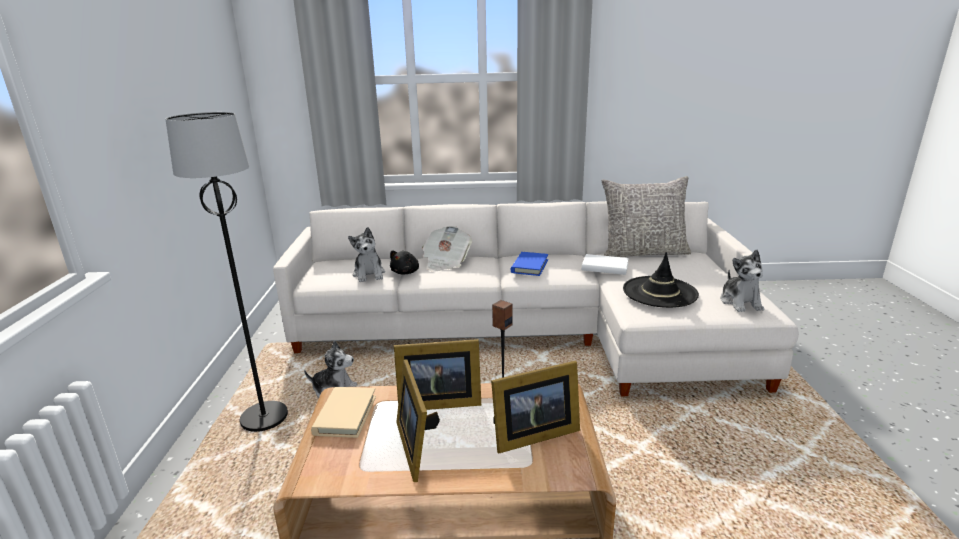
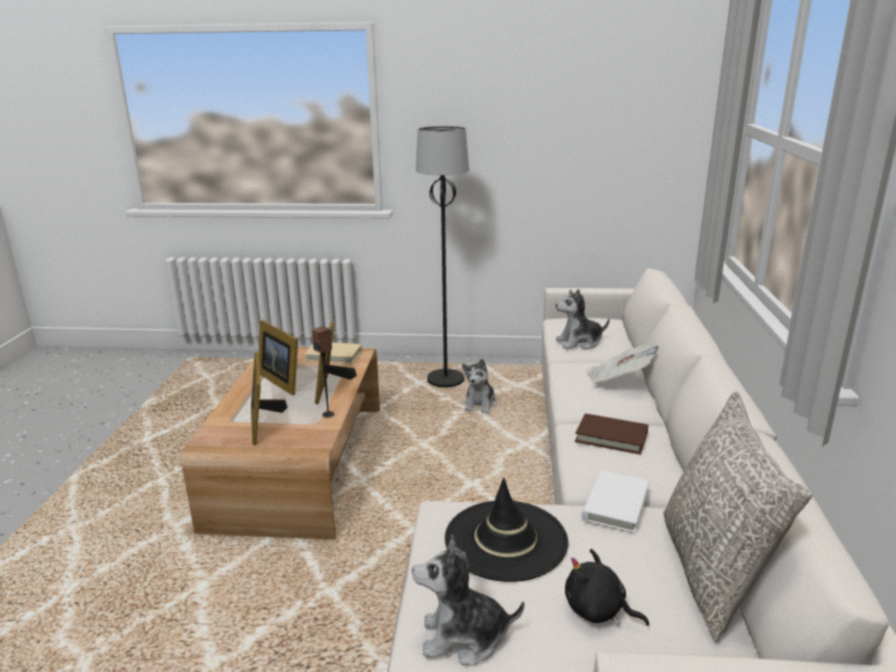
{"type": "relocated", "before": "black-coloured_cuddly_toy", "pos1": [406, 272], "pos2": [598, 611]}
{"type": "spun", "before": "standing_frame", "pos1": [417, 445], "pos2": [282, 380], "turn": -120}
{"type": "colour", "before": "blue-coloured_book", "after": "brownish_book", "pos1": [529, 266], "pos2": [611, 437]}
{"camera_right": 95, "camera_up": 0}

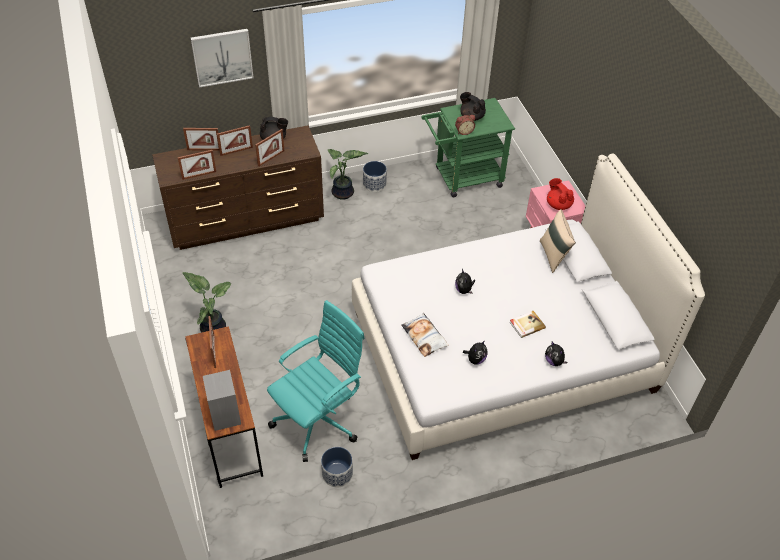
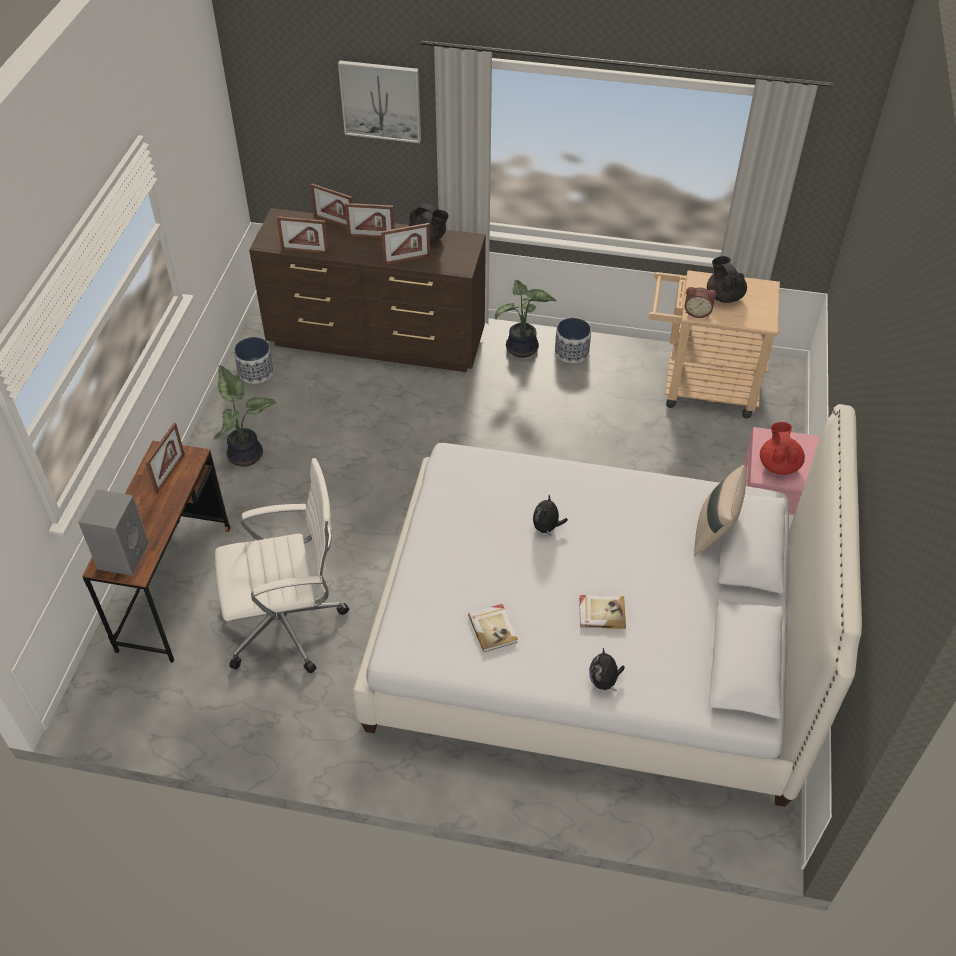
{"type": "colour", "before": "turquoise_office_chair", "after": "whitish_office_chair", "pos1": [319, 420], "pos2": [287, 624]}
{"type": "relocated", "before": "flower_pot", "pos1": [337, 474], "pos2": [255, 372]}
{"type": "missing", "before": "cushion", "pos1": [424, 337]}
{"type": "colour", "before": "greenish_wheeled_cart", "after": "sand-coloured_wheeled_cart", "pos1": [463, 178], "pos2": [700, 387]}
{"type": "exchanged", "before": "cuddly_toy", "after": "book", "pos1": [475, 359], "pos2": [493, 628]}
{"camera_right": 30, "camera_up": 0}

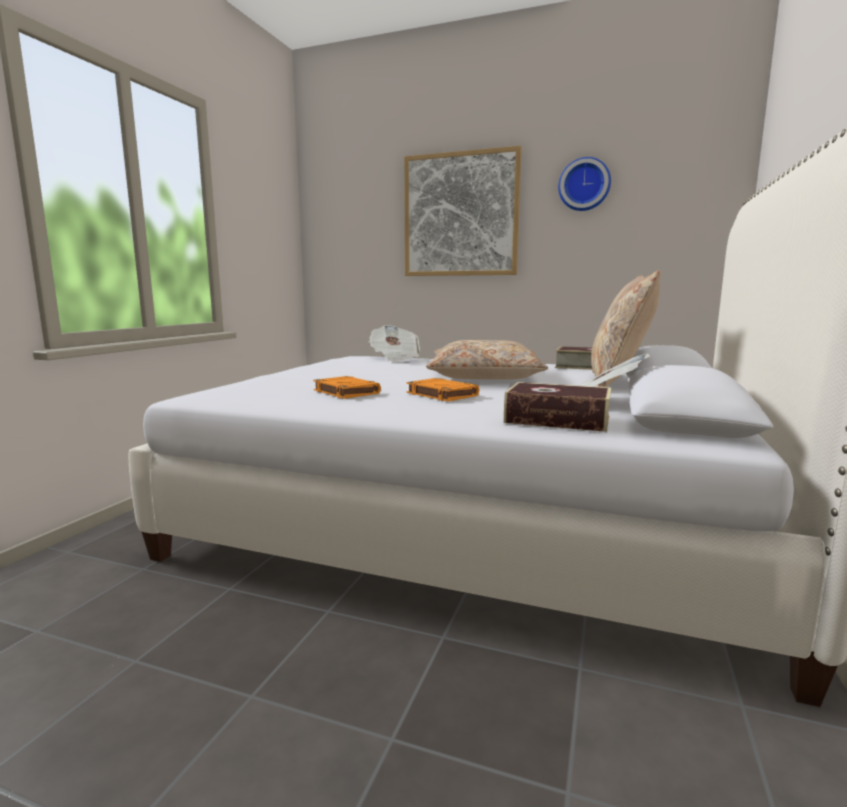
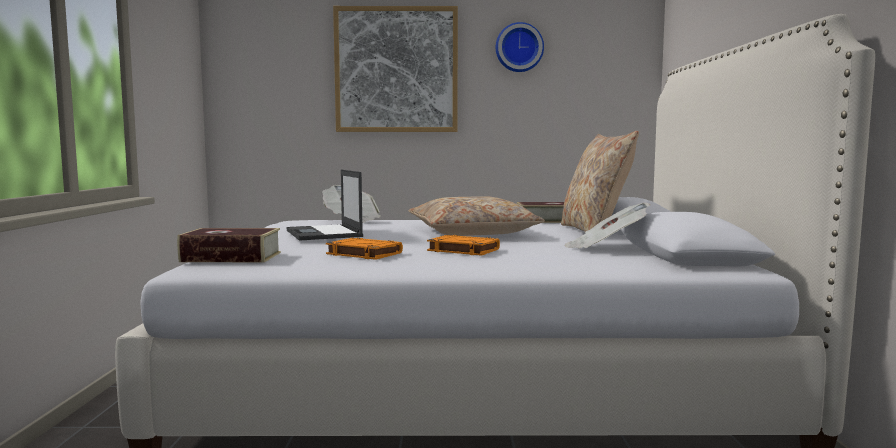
{"type": "relocated", "before": "book", "pos1": [557, 419], "pos2": [231, 257]}
{"type": "appeared", "after": "laptop", "pos2": [324, 233]}
{"camera_right": -20, "camera_up": -5}

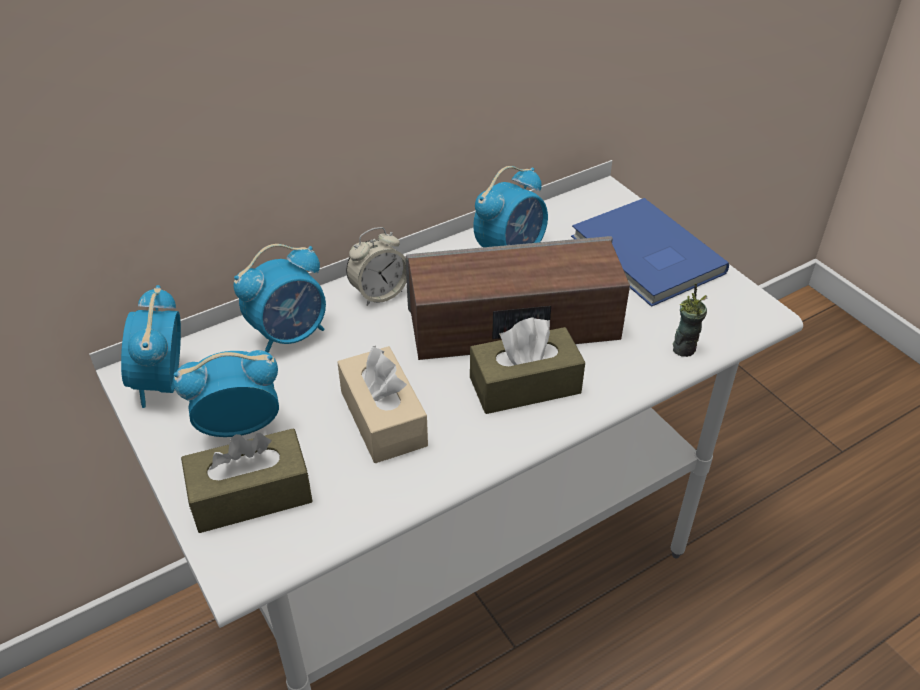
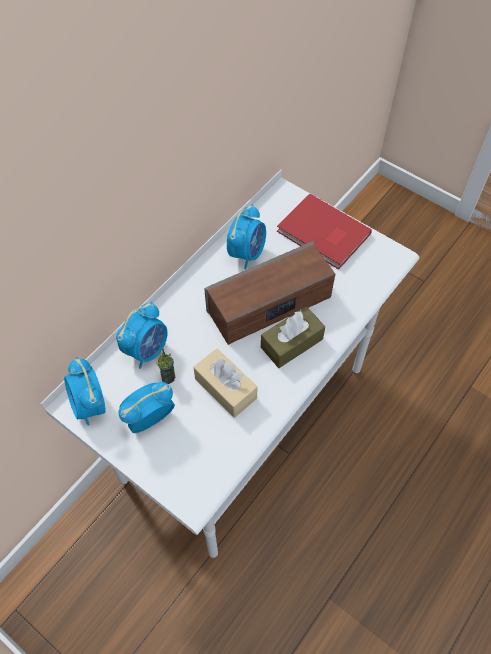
{"type": "missing", "before": "brownish_tissue_holder", "pos1": [251, 495]}
{"type": "missing", "before": "table_clock", "pos1": [379, 293]}
{"type": "colour", "before": "blue-coloured_book", "after": "red_book", "pos1": [645, 257], "pos2": [323, 234]}
{"type": "relocated", "before": "cup", "pos1": [684, 348], "pos2": [168, 377]}
{"camera_right": -20, "camera_up": 15}

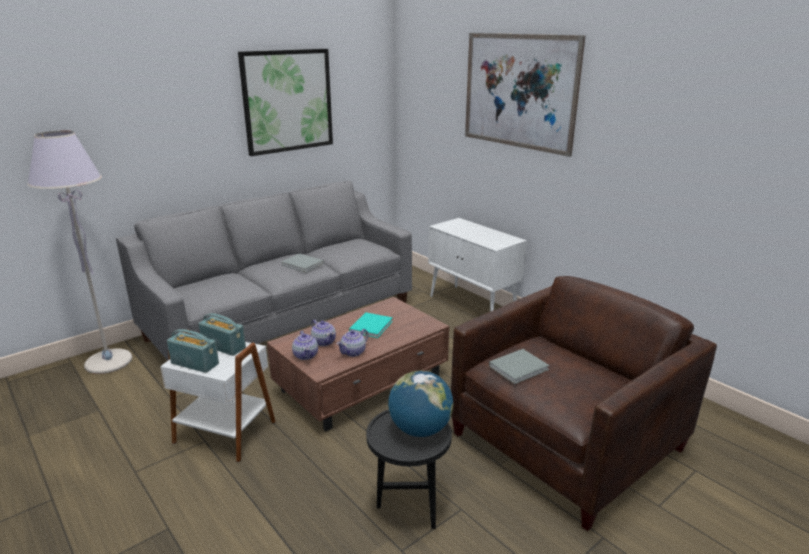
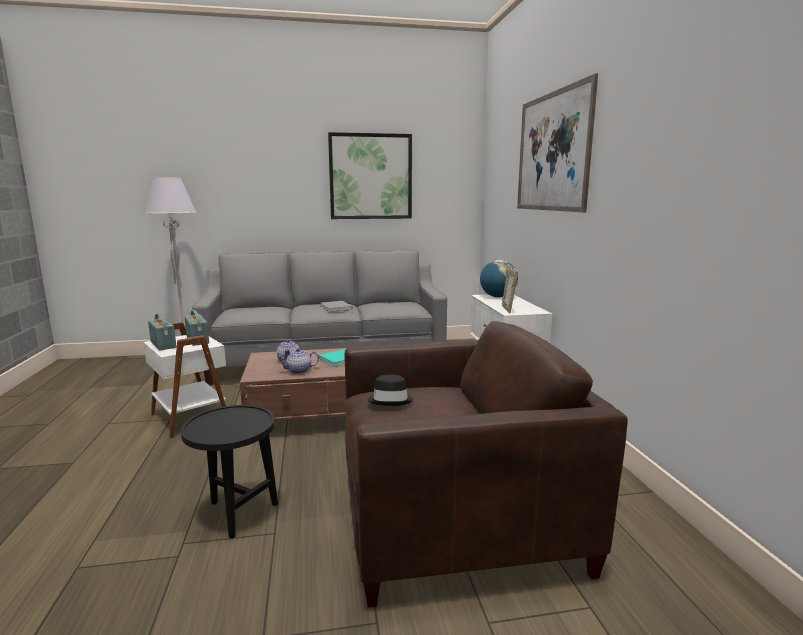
{"type": "missing", "before": "teapot", "pos1": [306, 355]}
{"type": "relocated", "before": "world_globe", "pos1": [420, 429], "pos2": [497, 297]}
{"type": "exchanged", "before": "greyish_book", "after": "black-coloured_wearable_hat", "pos1": [519, 367], "pos2": [390, 400]}
{"type": "appeared", "after": "standing_frame", "pos2": [508, 309]}
{"camera_right": 30, "camera_up": -10}

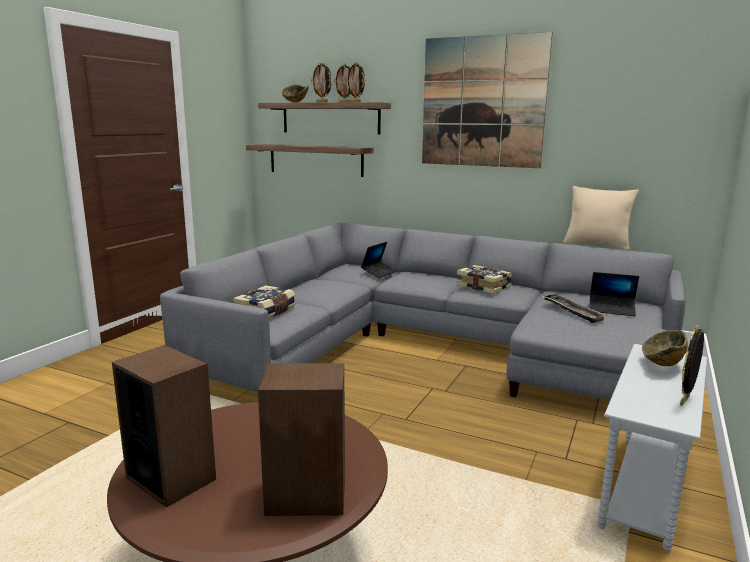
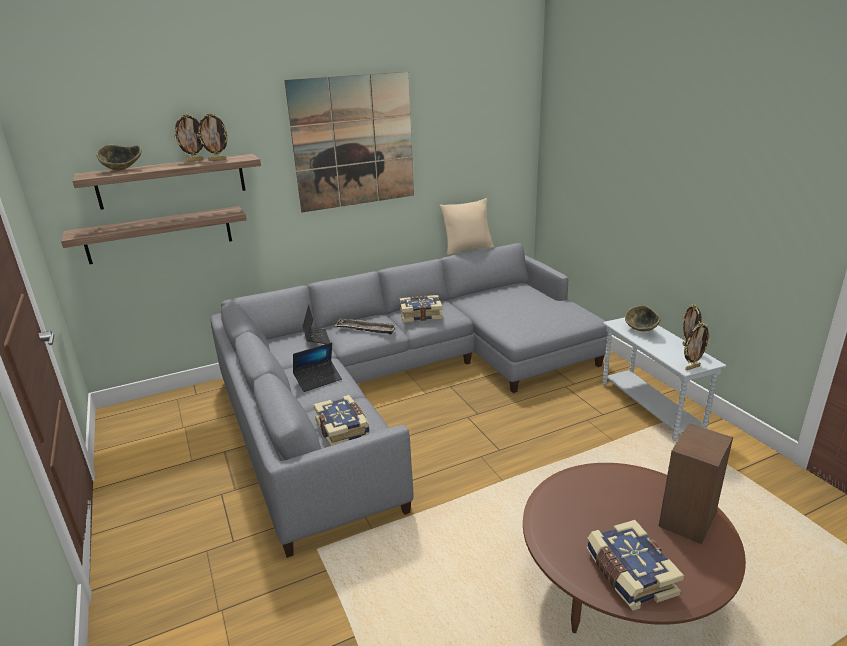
{"type": "exchanged", "before": "speaker", "after": "book", "pos1": [171, 478], "pos2": [629, 575]}
{"type": "relocated", "before": "standing_frame", "pos1": [322, 102], "pos2": [692, 367]}
{"type": "relocated", "before": "carrying_tray", "pos1": [572, 311], "pos2": [366, 329]}
{"type": "relocated", "before": "laptop", "pos1": [611, 309], "pos2": [318, 380]}
{"camera_right": -50, "camera_up": 10}

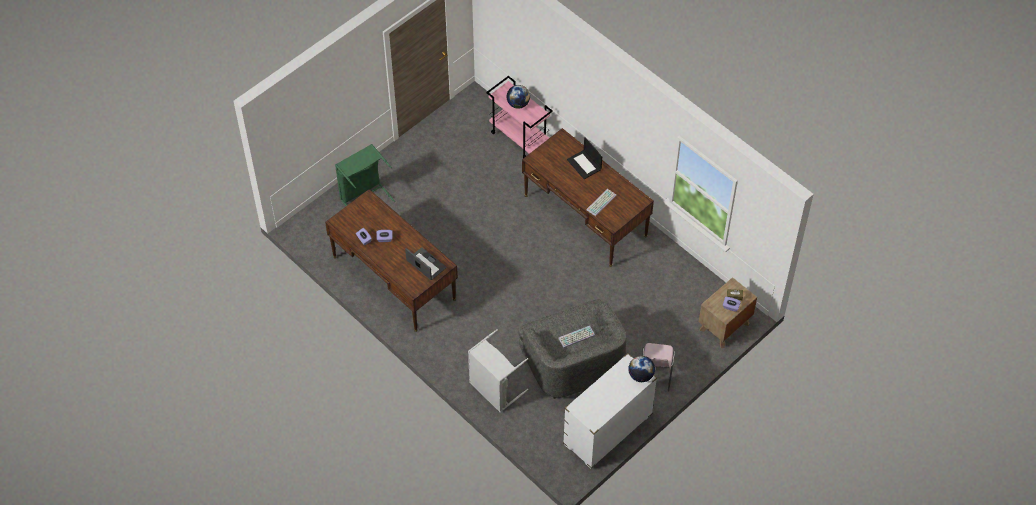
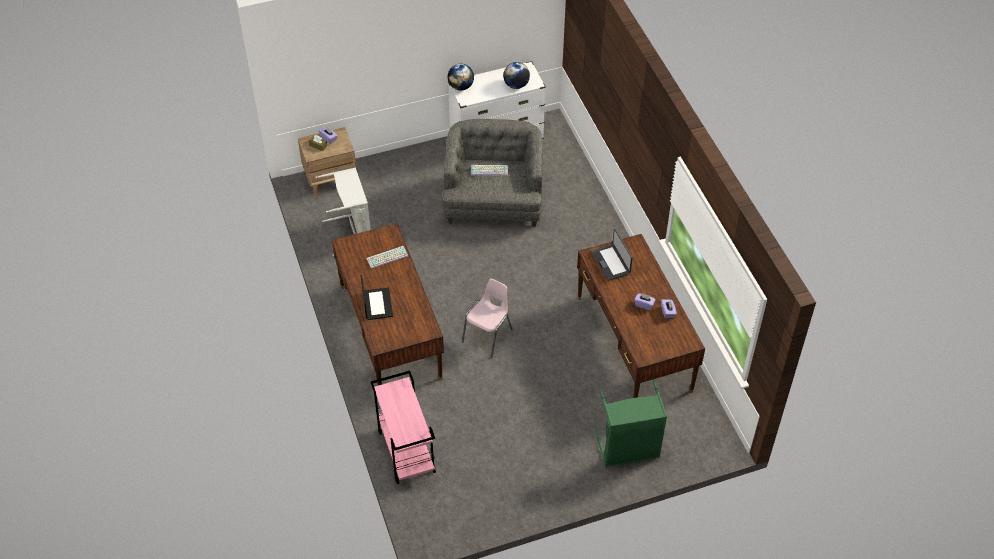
{"type": "relocated", "before": "greyish_laundry_basket", "pos1": [494, 390], "pos2": [353, 233]}
{"type": "relocated", "before": "world_globe", "pos1": [518, 104], "pos2": [516, 85]}
{"type": "relocated", "before": "pinkish_chair", "pos1": [655, 374], "pos2": [488, 336]}
{"camera_right": -155, "camera_up": -5}

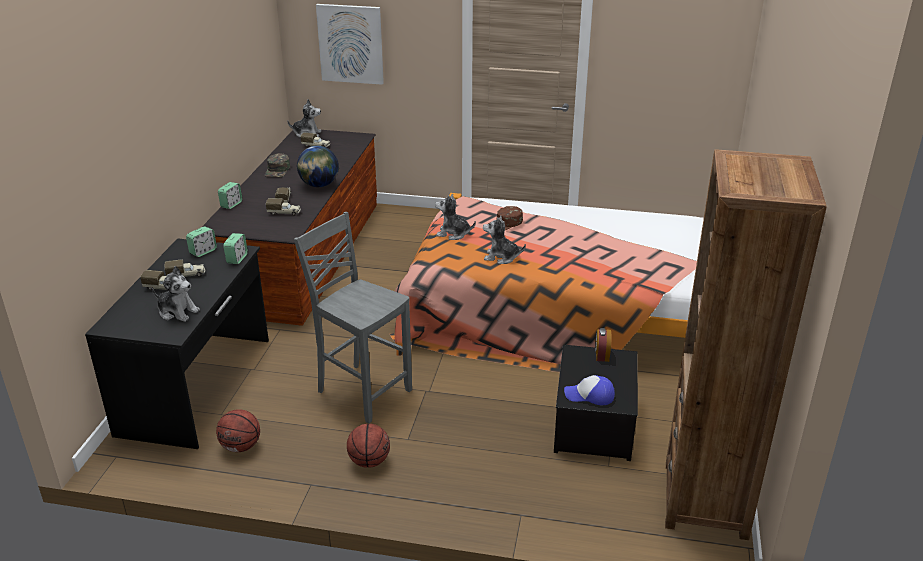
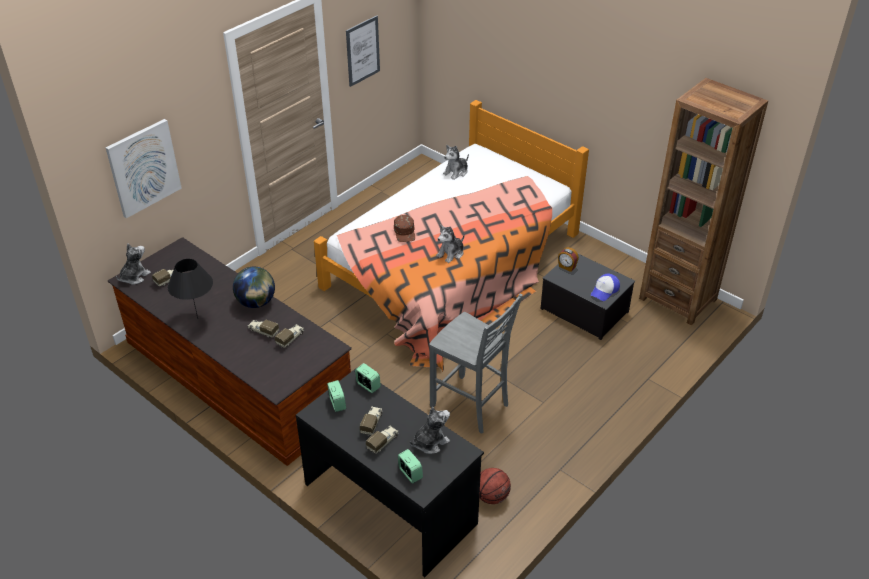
{"type": "relocated", "before": "table_clock", "pos1": [231, 204], "pos2": [410, 474]}
{"type": "exchanged", "before": "greenish_baseball_cap", "after": "black-coloured_table_lamp", "pos1": [278, 170], "pos2": [197, 318]}
{"type": "spun", "before": "greyish_chair", "pos1": [362, 391], "pos2": [471, 406], "turn": -120}
{"type": "missing", "before": "basketball_ball", "pos1": [369, 461]}
{"type": "relocated", "before": "cuddly_toy", "pos1": [453, 234], "pos2": [456, 172]}
{"type": "appeared", "after": "picture", "pos2": [362, 51]}
{"camera_right": -60, "camera_up": 10}

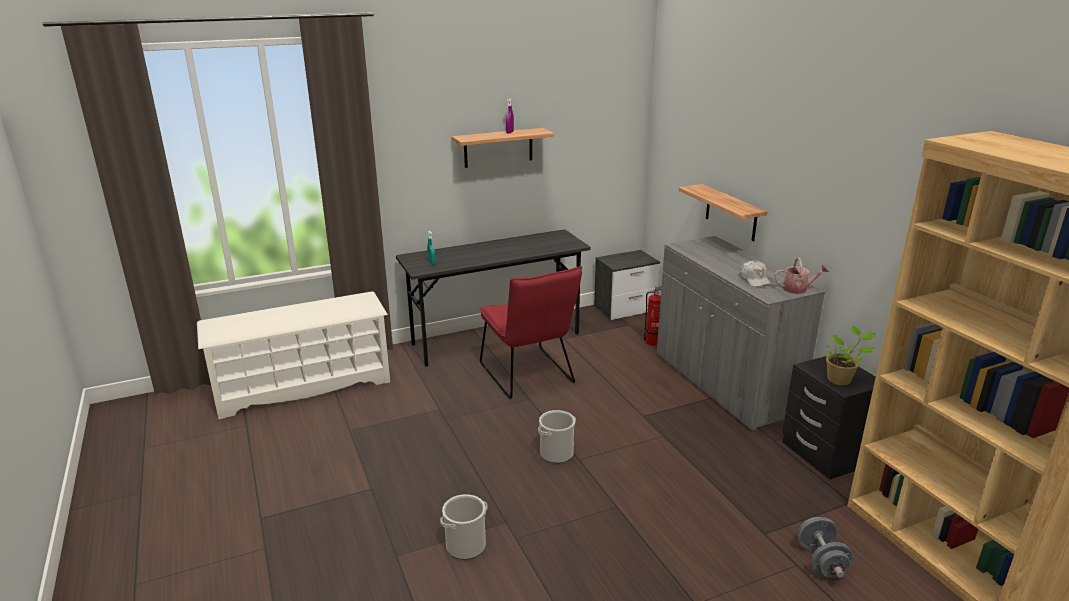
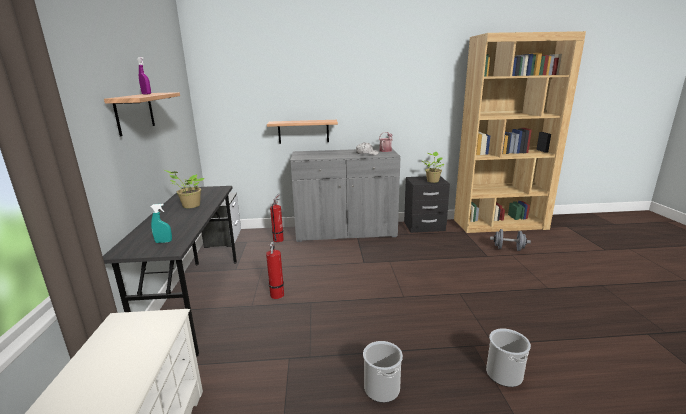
{"type": "exchanged", "before": "red_chair", "after": "fire_extinguisher", "pos1": [529, 376], "pos2": [277, 296]}
{"type": "relocated", "before": "water_bucket", "pos1": [556, 453], "pos2": [382, 388]}
{"type": "appeared", "after": "potted_plant", "pos2": [190, 206]}
{"camera_right": -70, "camera_up": -5}

